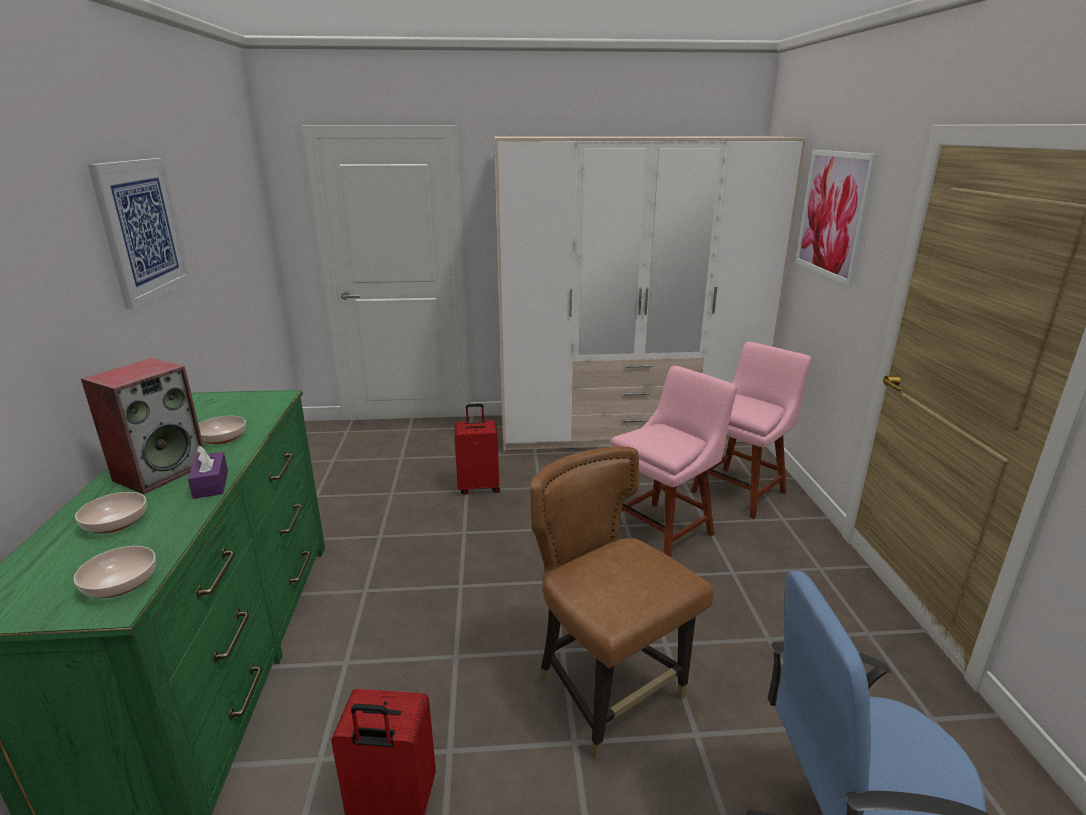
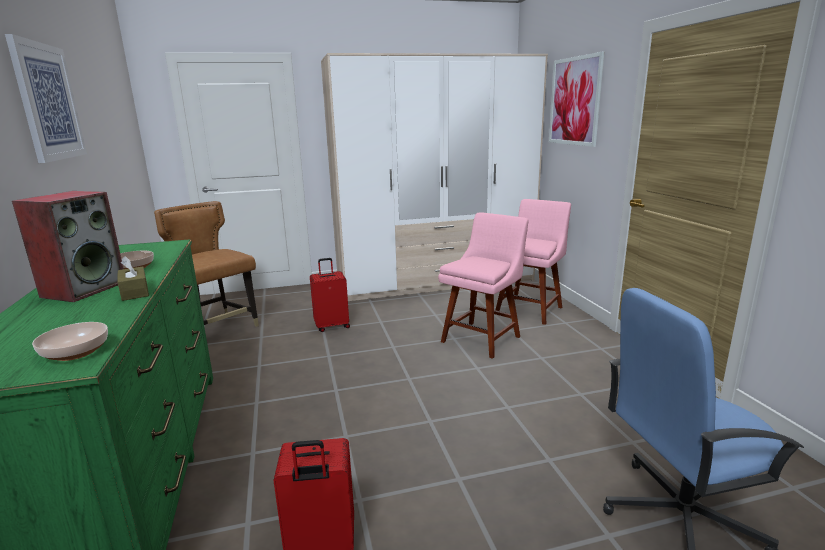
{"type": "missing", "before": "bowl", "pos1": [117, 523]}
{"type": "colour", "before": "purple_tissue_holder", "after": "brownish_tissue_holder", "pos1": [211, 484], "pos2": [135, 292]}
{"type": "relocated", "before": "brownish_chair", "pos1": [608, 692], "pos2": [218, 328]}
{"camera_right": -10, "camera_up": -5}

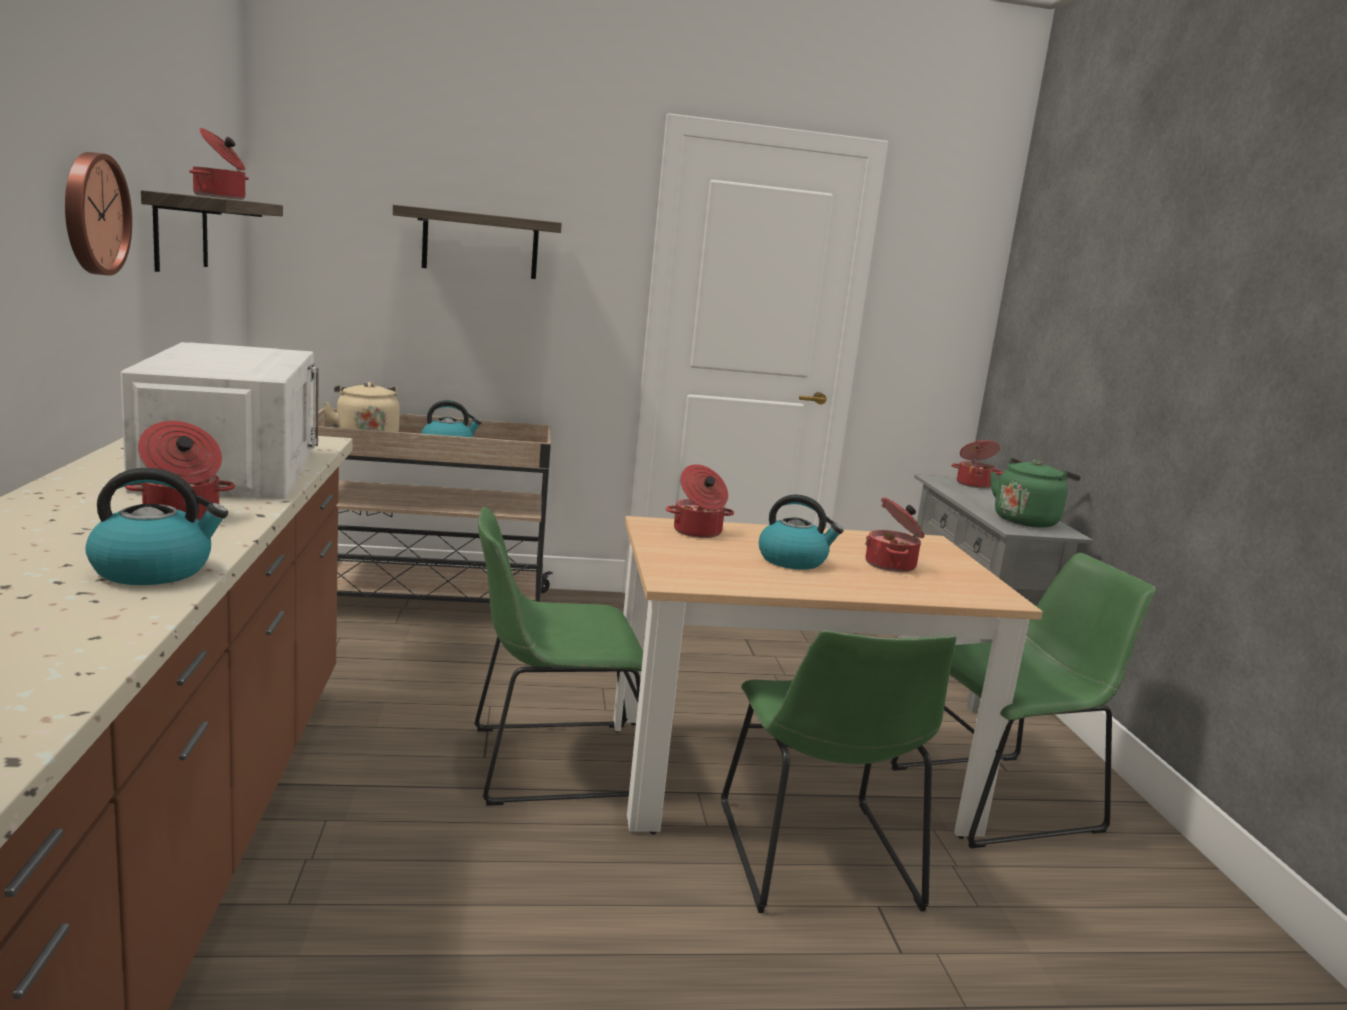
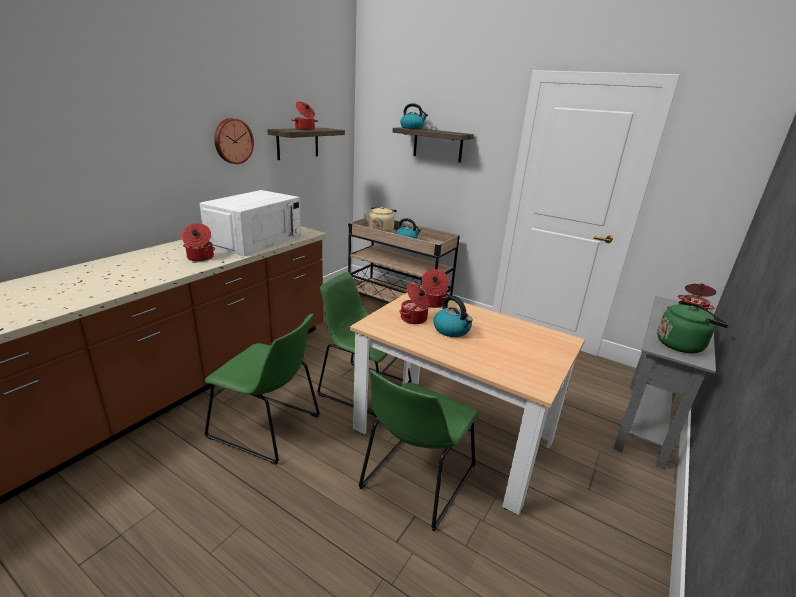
{"type": "relocated", "before": "tea_kettle", "pos1": [154, 570], "pos2": [412, 128]}
{"type": "relocated", "before": "saucepot", "pos1": [892, 565], "pos2": [414, 319]}
{"type": "relocated", "before": "greenish_chair", "pos1": [1003, 798], "pos2": [268, 428]}
{"camera_right": 40, "camera_up": 10}

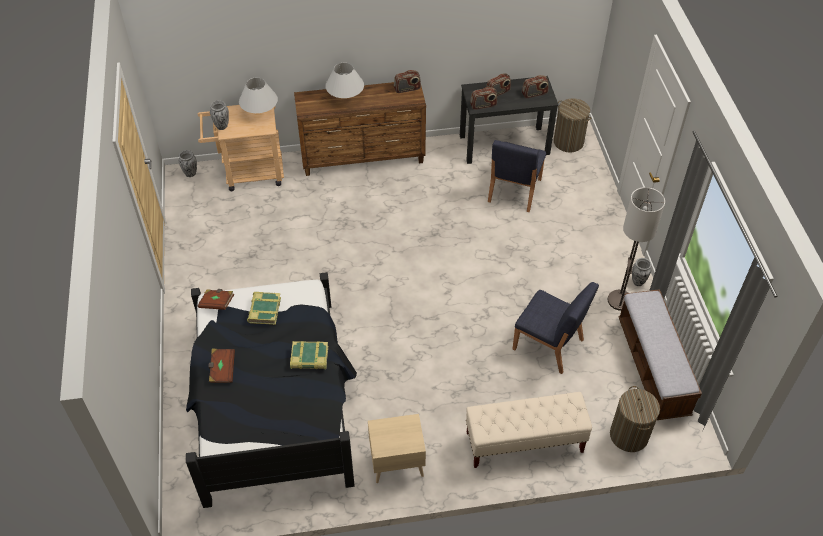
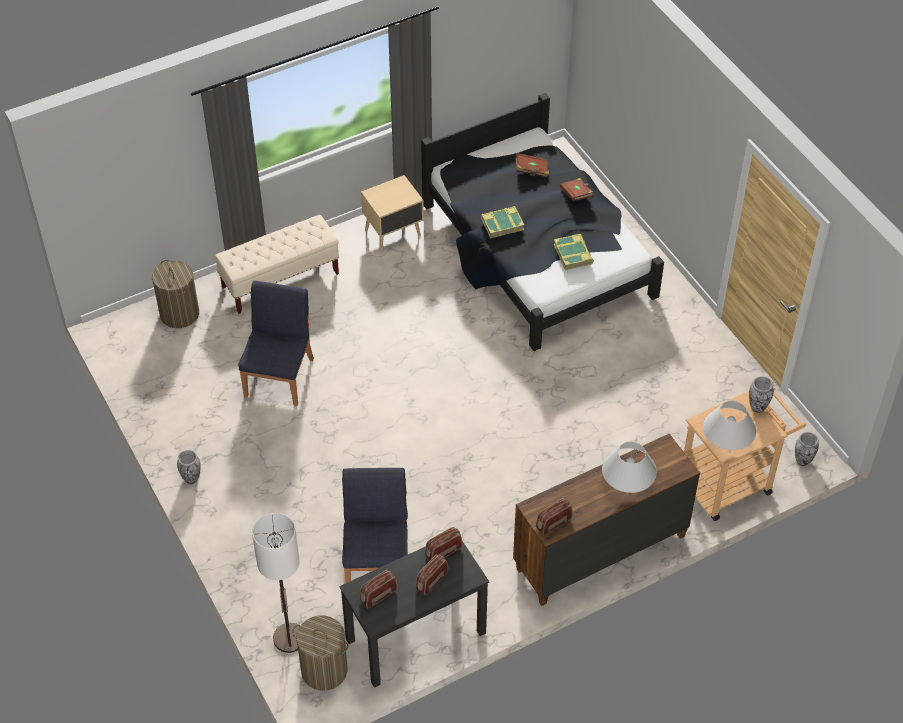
{"type": "relocated", "before": "brownish_book", "pos1": [217, 303], "pos2": [531, 171]}
{"type": "spun", "before": "blue-coloured_chair", "pos1": [548, 345], "pos2": [280, 376], "turn": 90}
{"type": "relocated", "before": "standing_lamp", "pos1": [620, 301], "pos2": [289, 638]}
{"type": "missing", "before": "bench", "pos1": [652, 367]}
{"camera_right": 160, "camera_up": 0}

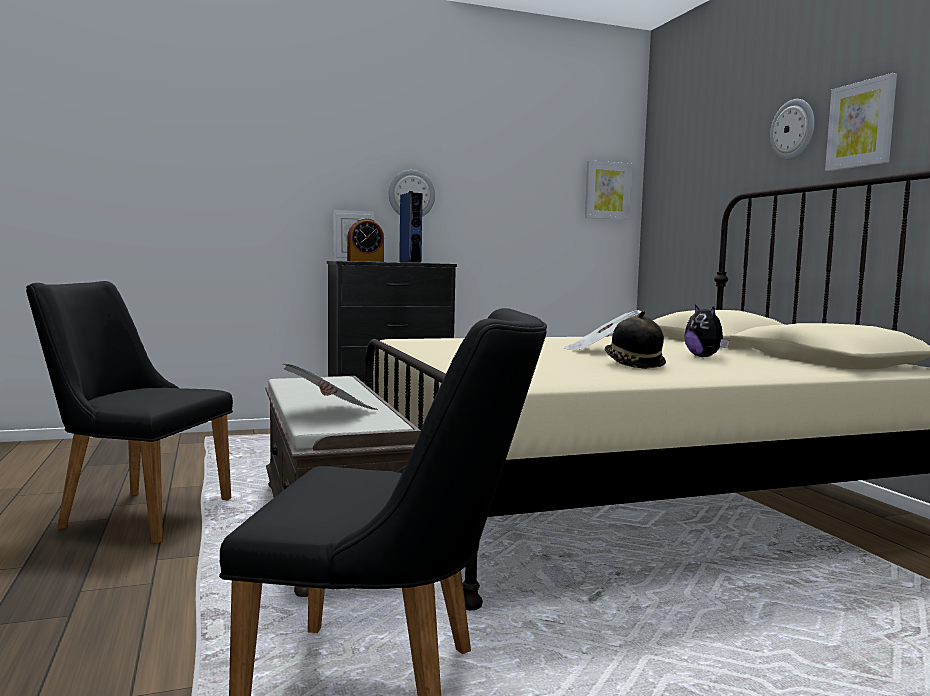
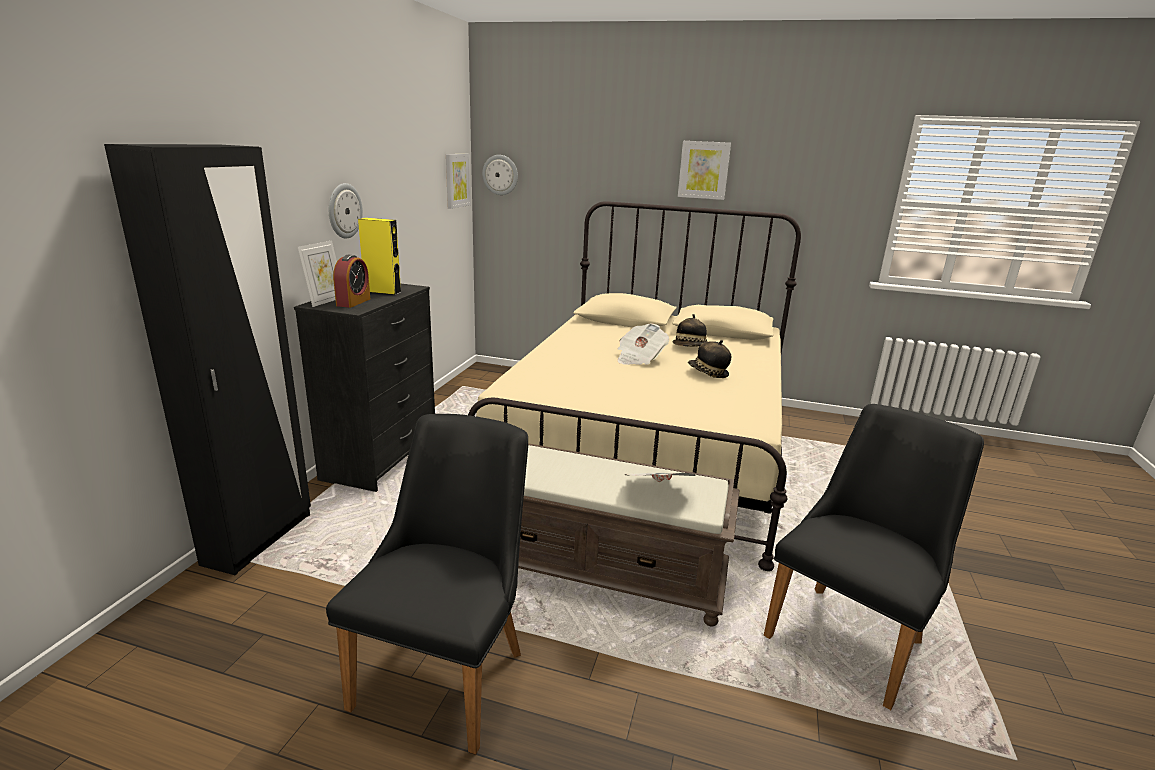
{"type": "spun", "before": "black-coloured_chair", "pos1": [133, 512], "pos2": [450, 668], "turn": 150}
{"type": "colour", "before": "blue-coloured_speaker", "after": "yellow-coloured_speaker", "pos1": [410, 262], "pos2": [382, 291]}
{"type": "exchanged", "before": "cuddly_toy", "after": "wearable_hat", "pos1": [704, 357], "pos2": [690, 347]}
{"type": "relocated", "before": "hanging_clock", "pos1": [793, 129], "pos2": [500, 175]}
{"type": "appeared", "after": "black-coloured_armoire", "pos2": [259, 539]}
{"camera_right": -55, "camera_up": 15}

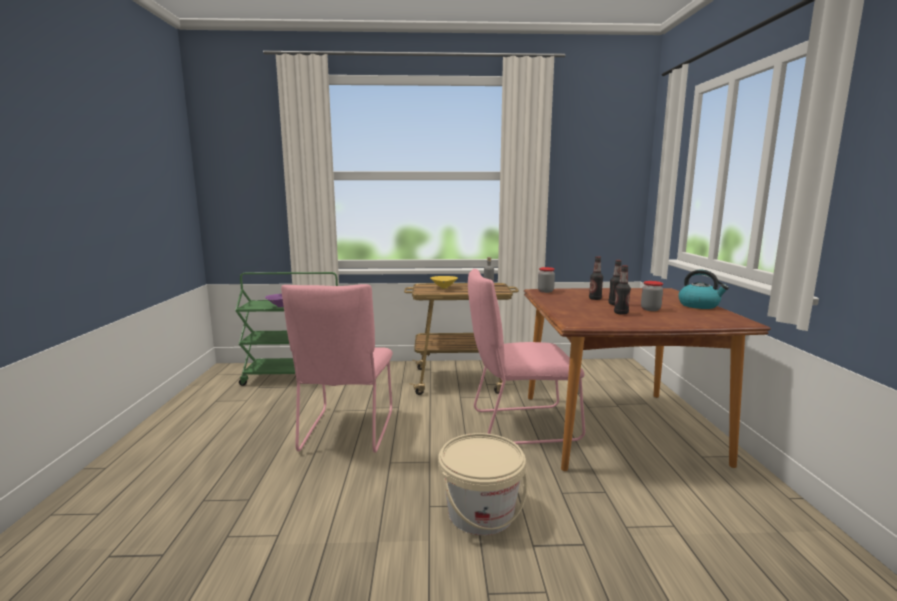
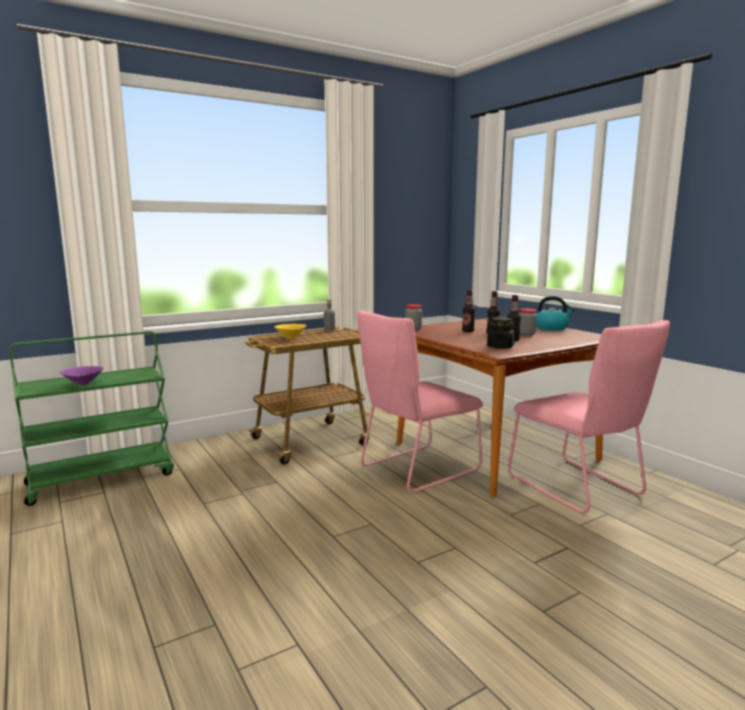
{"type": "relocated", "before": "pinkish_chair", "pos1": [346, 433], "pos2": [578, 487]}
{"type": "missing", "before": "sand-coloured_water_bucket", "pos1": [481, 513]}
{"type": "appeared", "after": "black-coloured_preserve_jar", "pos2": [500, 347]}
{"camera_right": -30, "camera_up": 0}

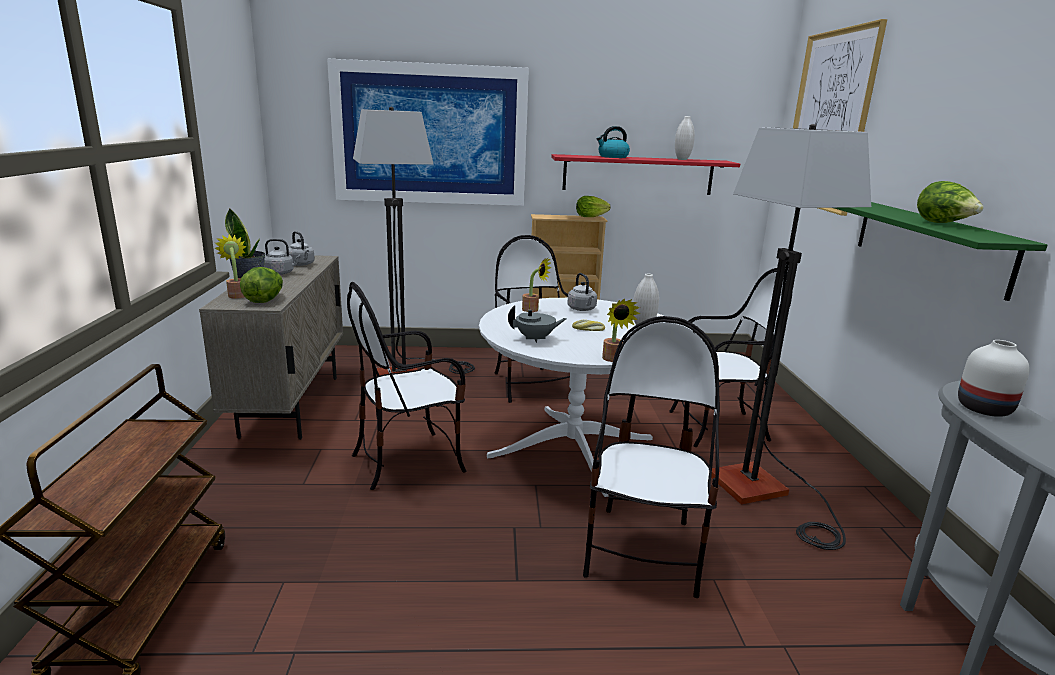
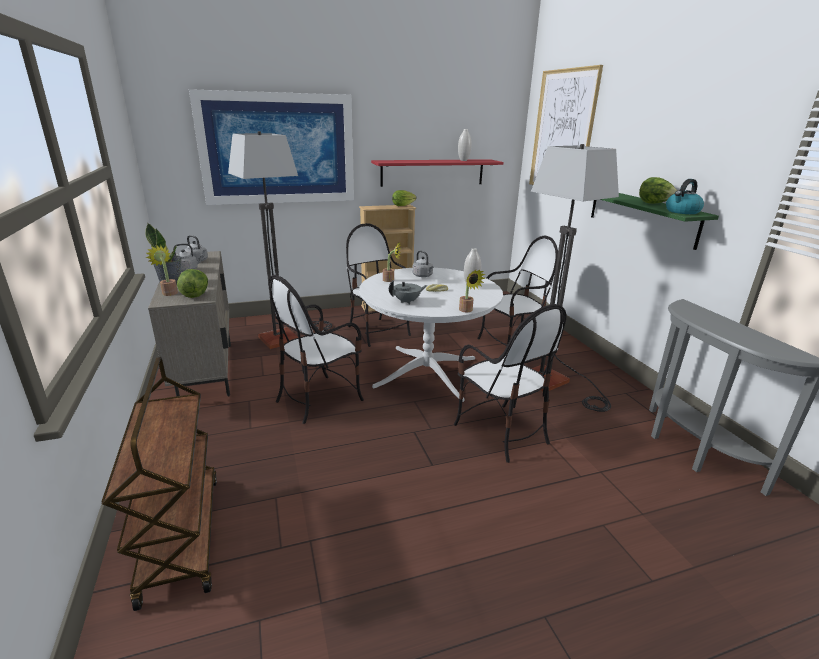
{"type": "spun", "before": "chair", "pos1": [643, 551], "pos2": [501, 432], "turn": 150}
{"type": "relocated", "before": "tea_kettle", "pos1": [612, 157], "pos2": [682, 212]}
{"type": "missing", "before": "whitish_vase", "pos1": [985, 409]}
{"camera_right": -15, "camera_up": 5}

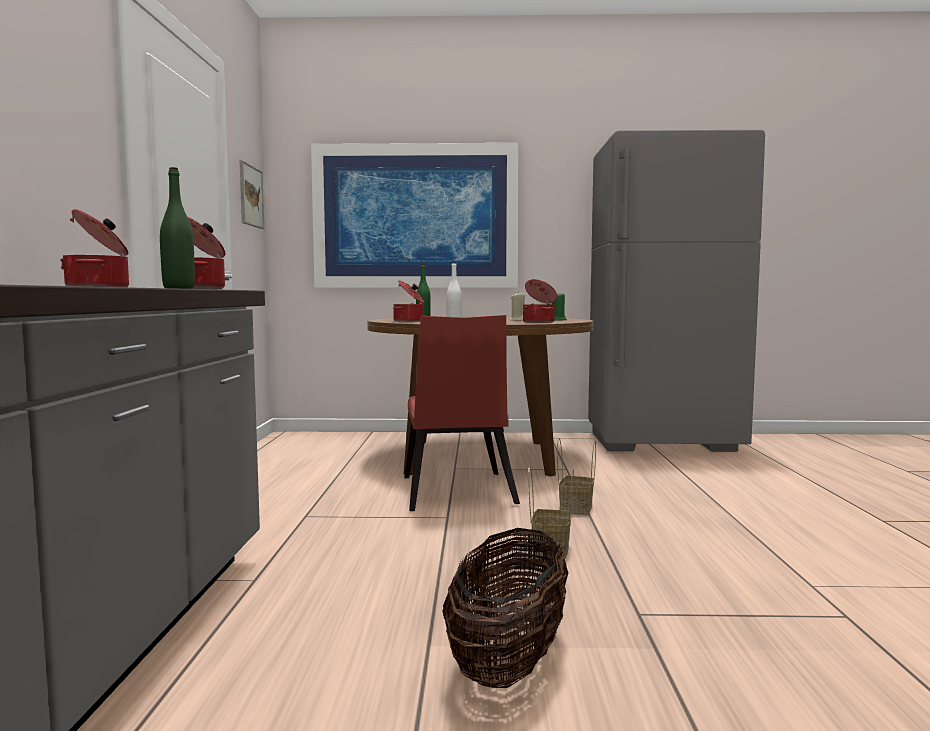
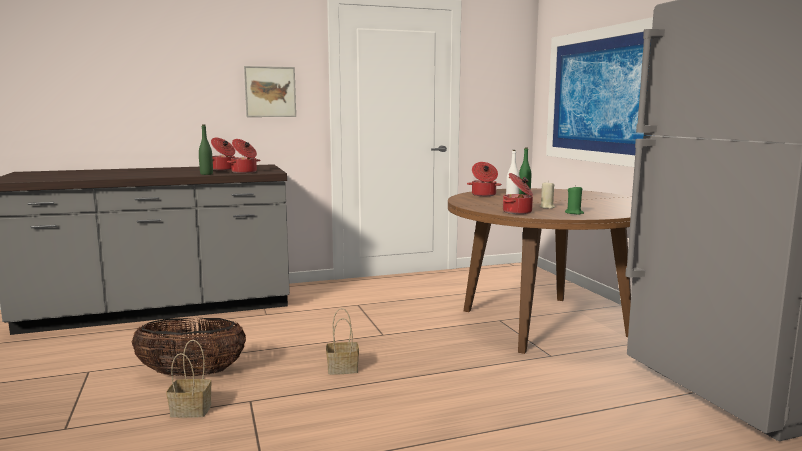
{"type": "relocated", "before": "picture", "pos1": [251, 196], "pos2": [270, 92]}
{"type": "missing", "before": "red_chair", "pos1": [456, 494]}
{"type": "relocated", "before": "storage_basket", "pos1": [575, 508], "pos2": [192, 410]}
{"camera_right": 70, "camera_up": 5}

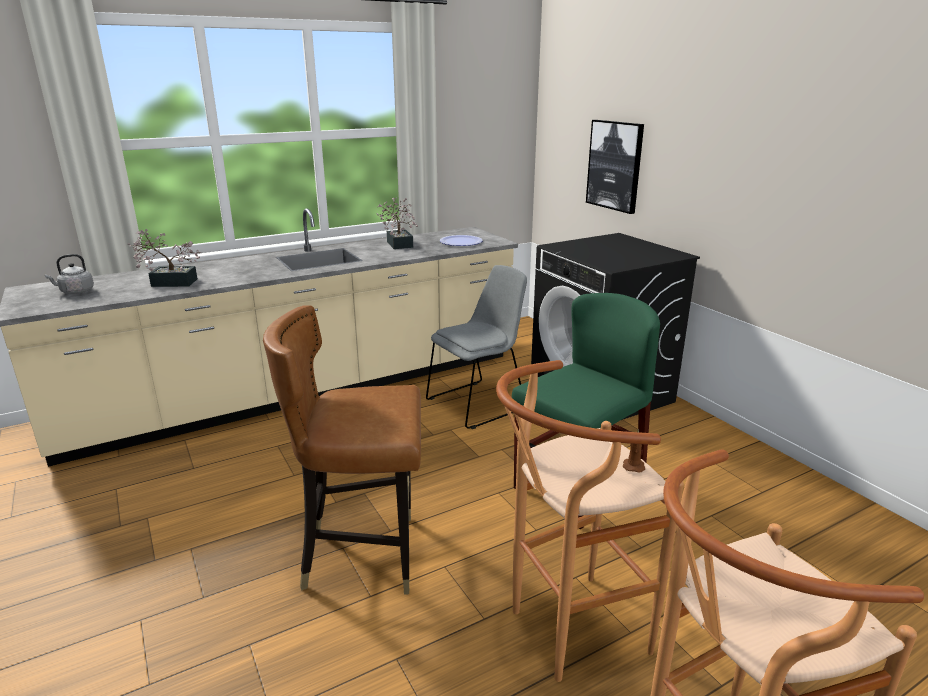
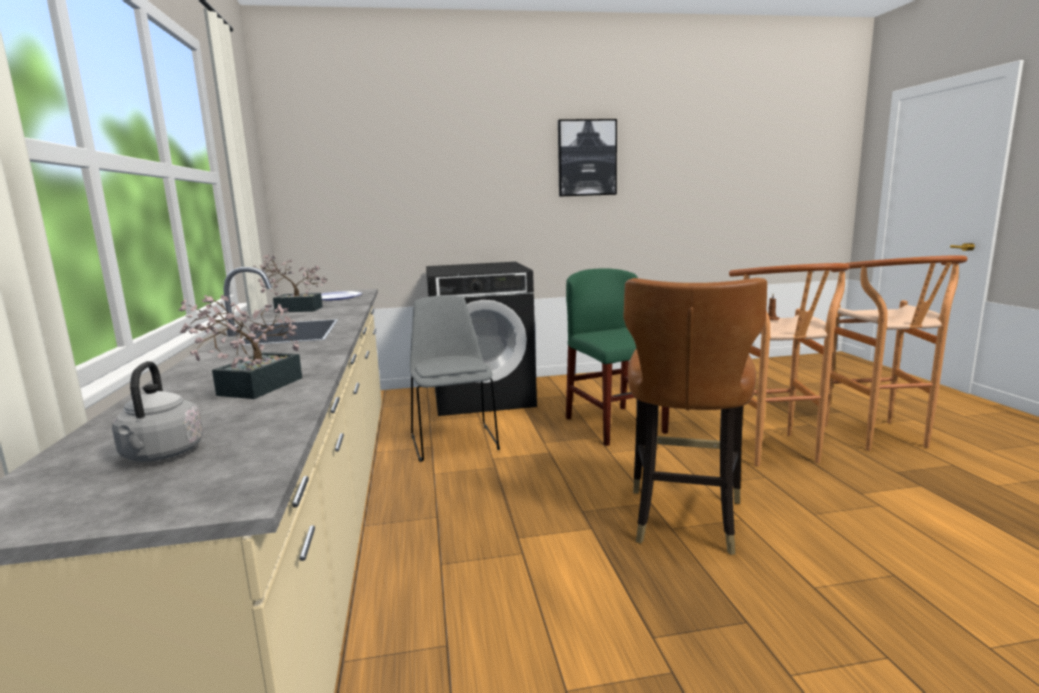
{"type": "relocated", "before": "picture", "pos1": [615, 165], "pos2": [587, 158]}
{"camera_right": -70, "camera_up": -10}

